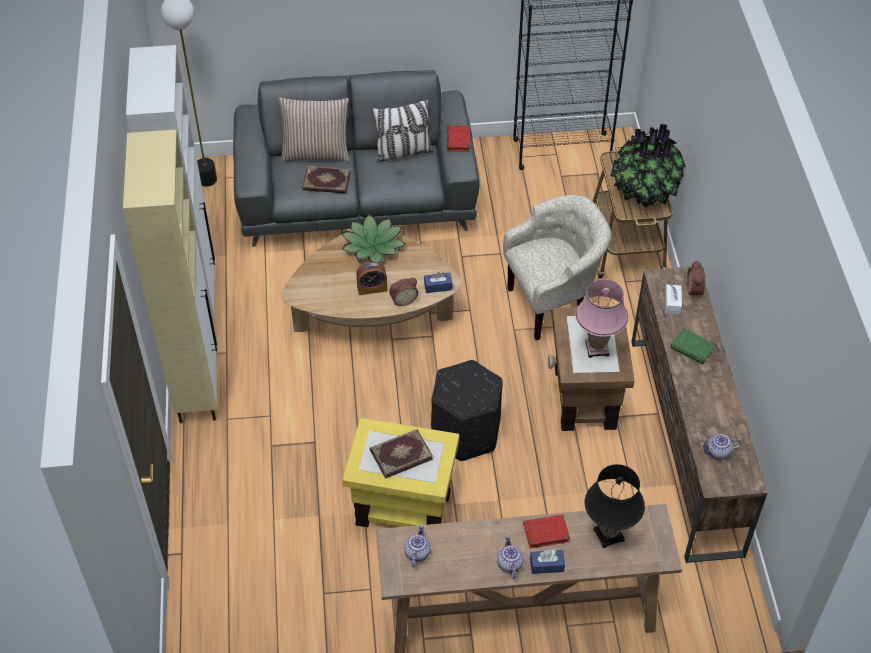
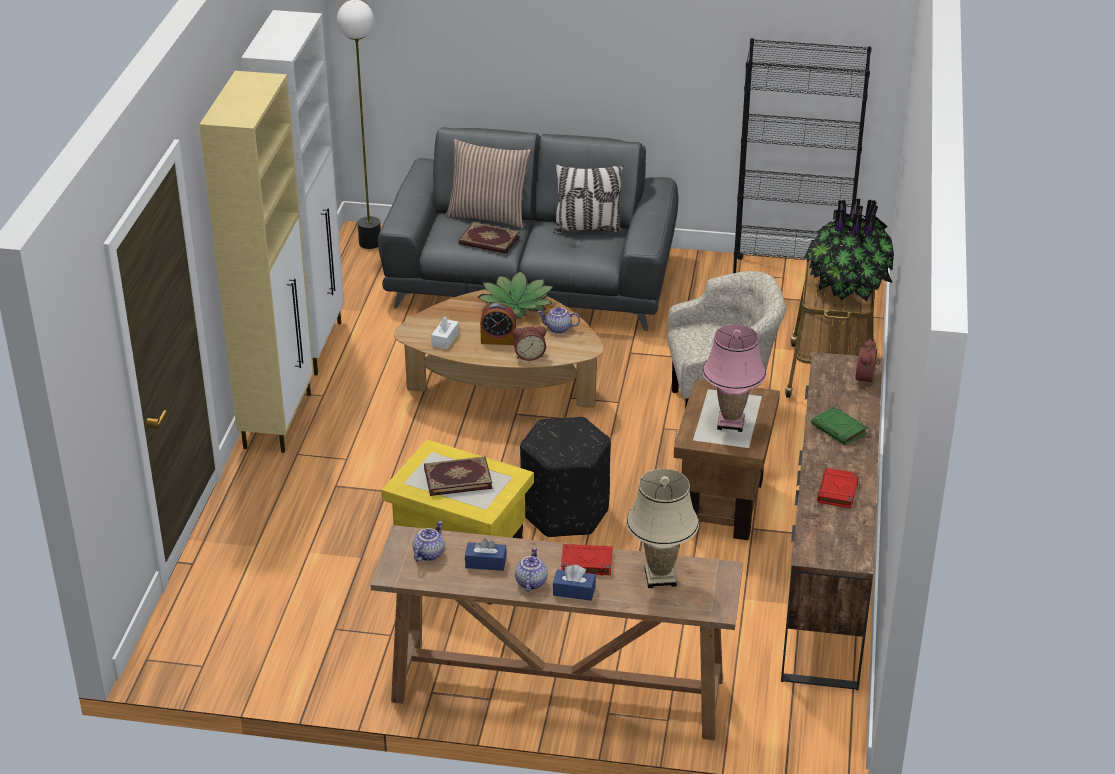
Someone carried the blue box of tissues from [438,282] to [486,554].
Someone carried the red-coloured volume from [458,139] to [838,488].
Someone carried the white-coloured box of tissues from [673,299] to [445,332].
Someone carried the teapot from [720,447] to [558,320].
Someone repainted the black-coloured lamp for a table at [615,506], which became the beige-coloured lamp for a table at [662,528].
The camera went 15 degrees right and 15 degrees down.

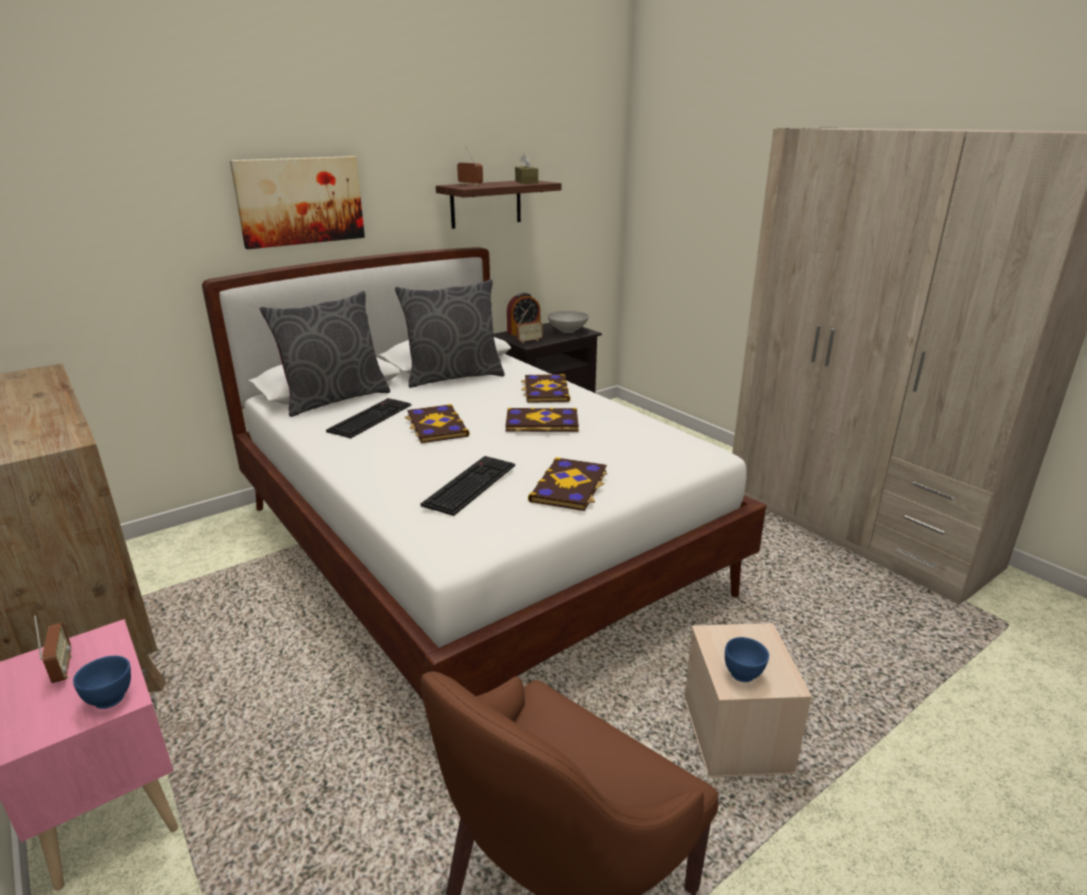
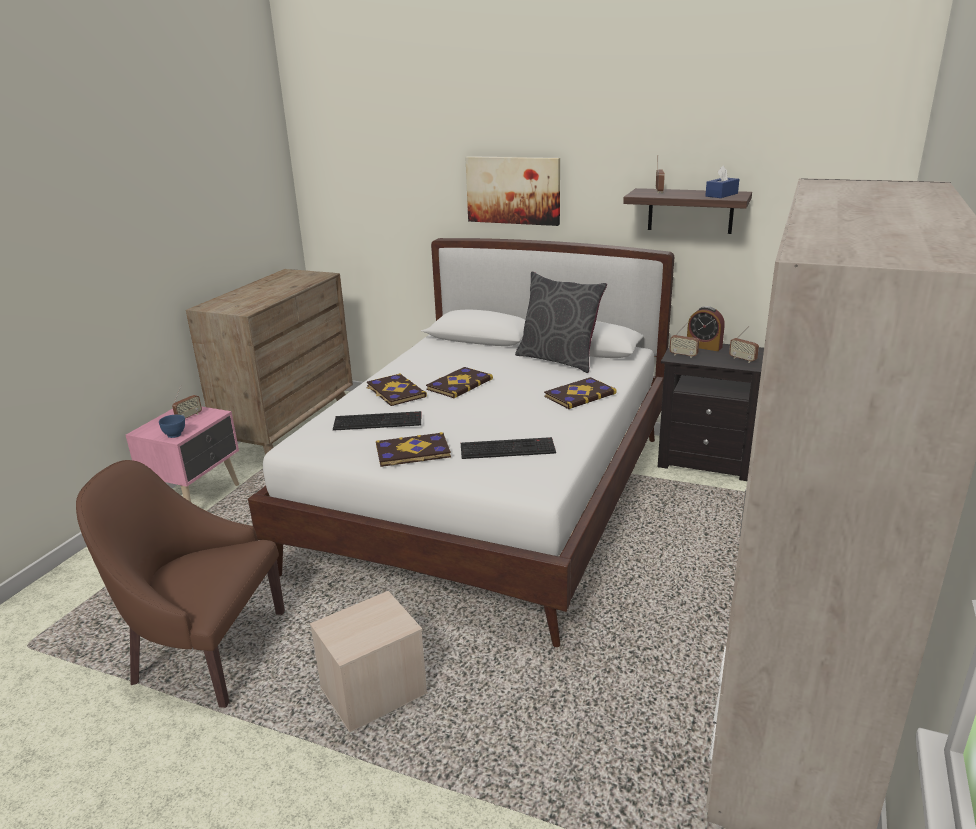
Someone took away the gray throw pillow at [325,354].
Someone took away the blue deep dish at [747,659].
Someone carried the computer keyboard from [368,418] to [508,448].
Someone carried the volume from [542,420] to [397,389].
Someone swapped the gray deep dish at [568,322] for the radio at [744,344].
Someone repainted the brown box of tissues at [526,168], which became the blue box of tissues at [722,181].
The camera went 60 degrees right and 0 degrees up.

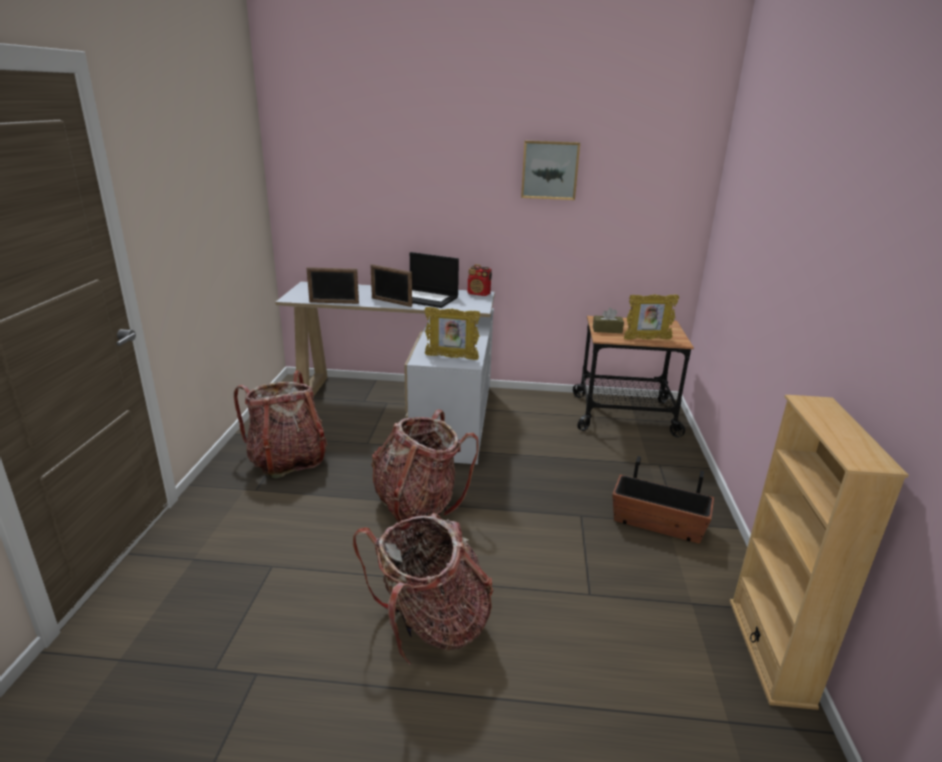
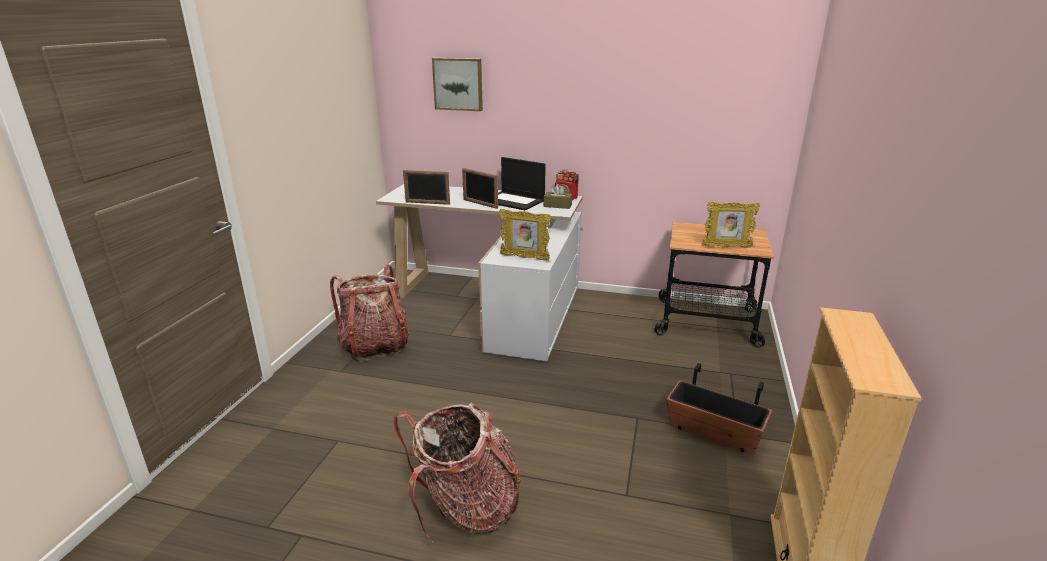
Someone took away the knapsack at [425,466].
Someone carried the wall art from [550,170] to [457,84].
Someone carried the brown box of tissues from [608,320] to [558,196].
The camera went 10 degrees right and 0 degrees up.

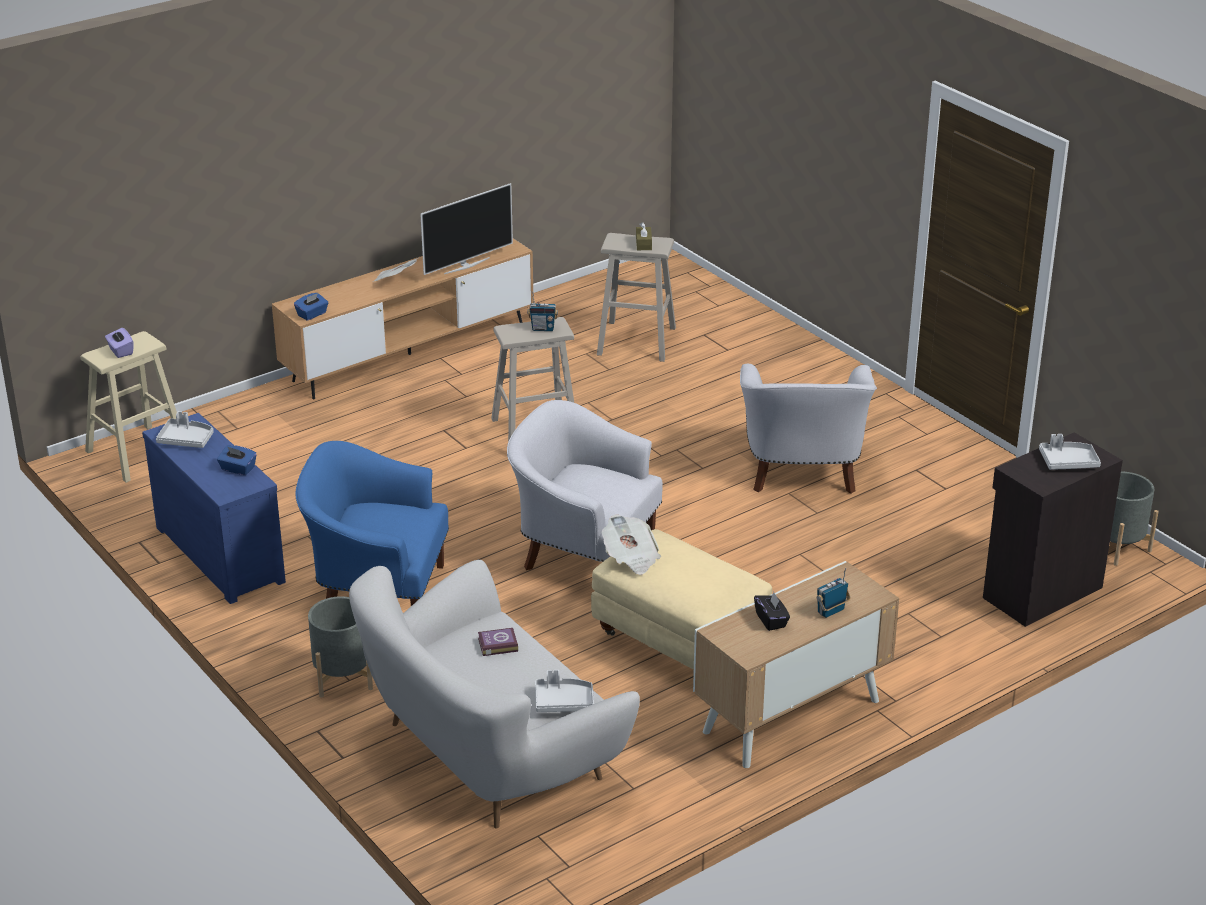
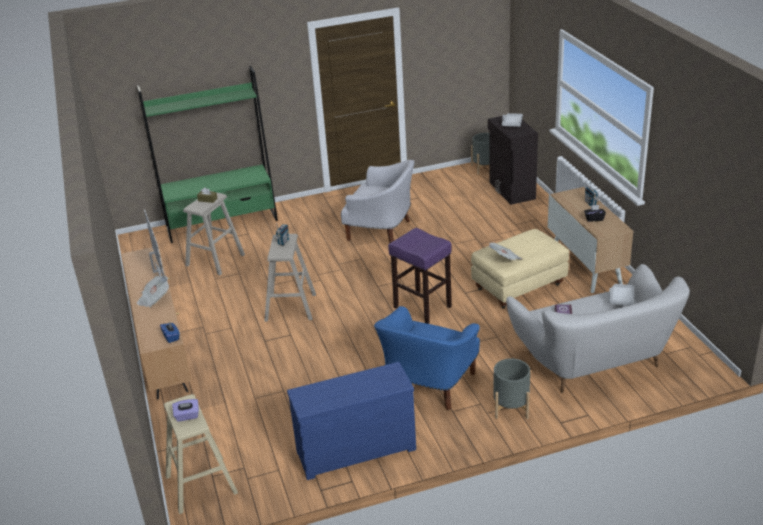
Someone took away the gray tray at [185,429].
Someone took away the blue box of tissues at [237,460].
Someone put down the green bookcase at [207,154].
Someone swapped the white-coloured lounge chair at [585,485] for the purple sitting stool at [420,276].
The camera went 70 degrees left and 0 degrees up.

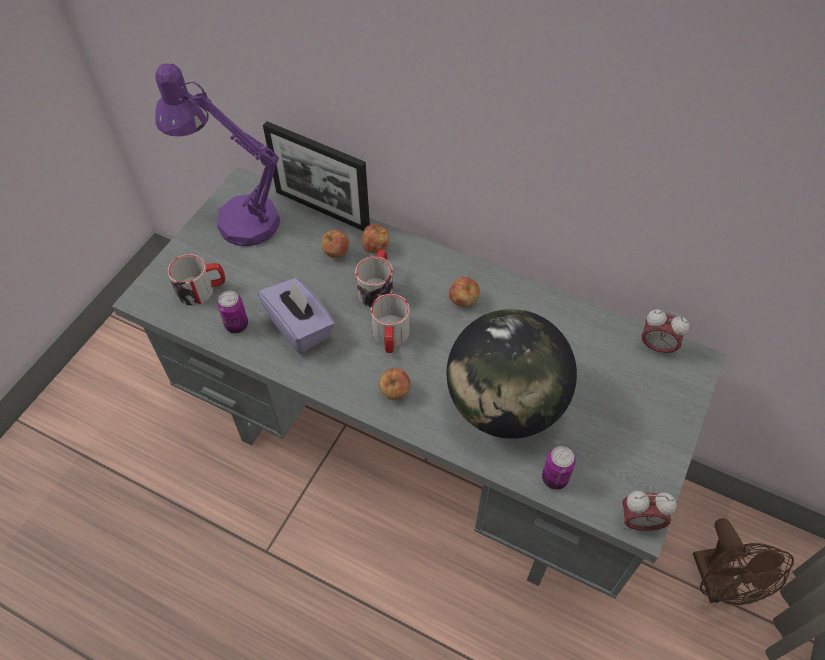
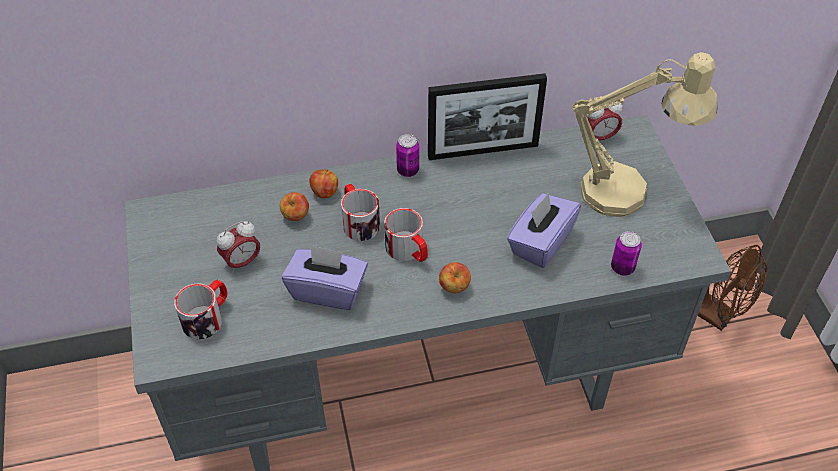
Someone took away the purple lamp for a table at [217,155].
Someone took away the apple at [464,292].
Someone put down the beige-coloured lamp for a table at [645,134].
Someone carried the sealed can from [232,312] to [407,155].
Someone carried the picture frame from [316,176] to [487,116].
Someone carried the table clock from [649,511] to [238,247].
Someone swapped the world globe at [512,374] for the purple box of tissues at [544,230].
The camera went 40 degrees left and 5 degrees down.

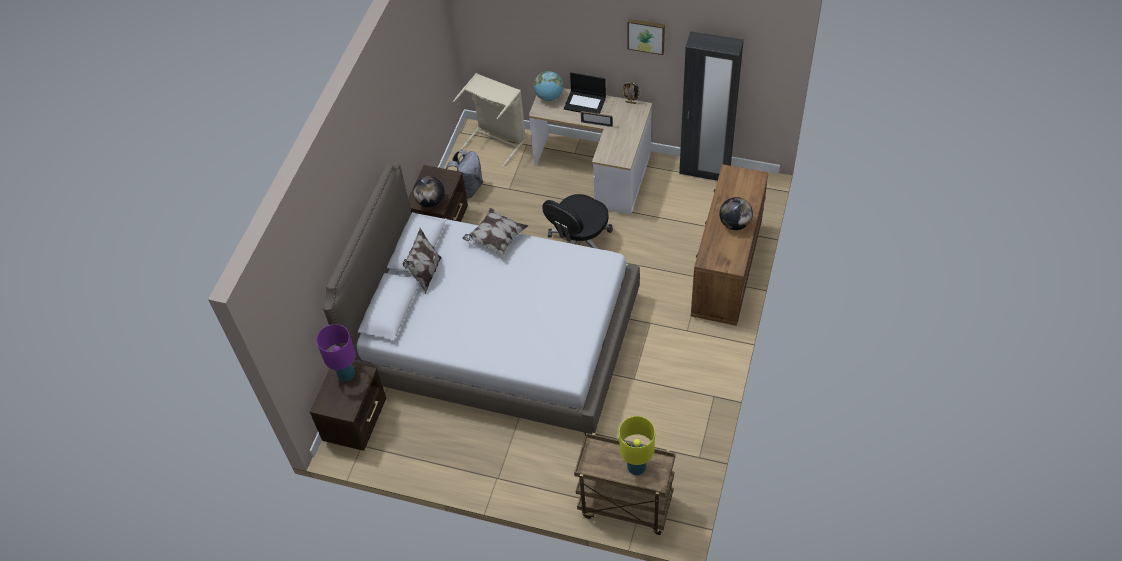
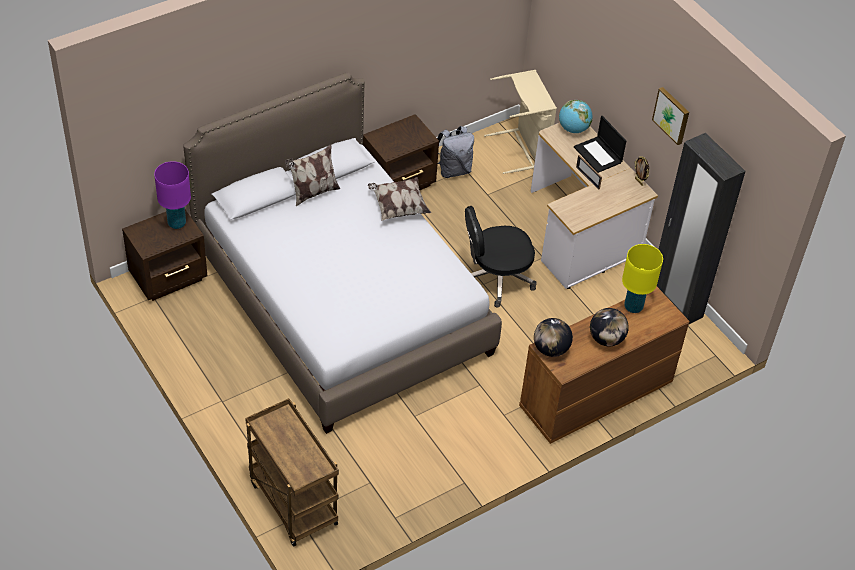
Someone carried the world globe from [429,192] to [553,337].
Someone carried the yellow-coloured lamp for a table from [637,445] to [642,278].
The camera went 35 degrees right and 5 degrees down.

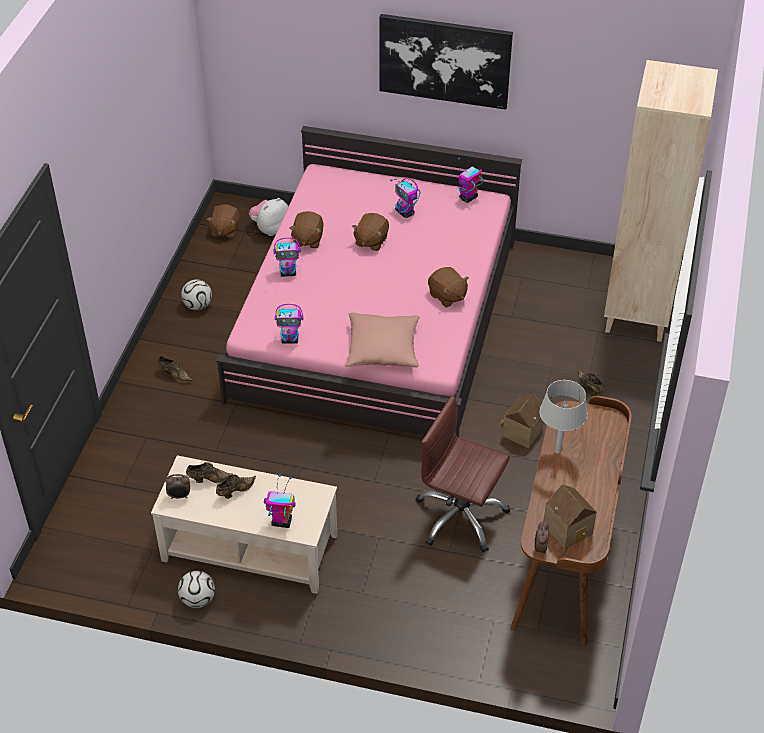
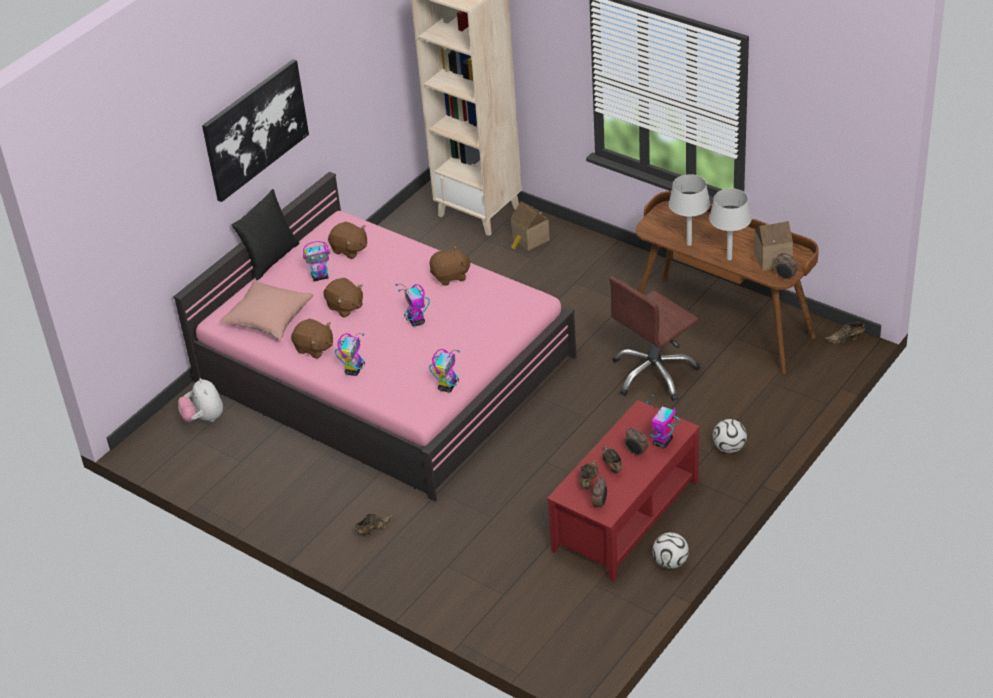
Someone put down the black-coloured throw pillow at [266,234].
Someone put down the table clock at [636,442].
Someone put down the gray lamp for a table at [730,224].
Someone carried the ball for football from [196,294] to [730,436].
Someone carried the brown cuddly toy from [223,221] to [347,240].
Someone carried the pinkish throw pillow from [382,340] to [266,310].
Someone carried the toy robot from [471,178] to [412,305].
Someone carried the miniature house from [522,420] to [530,226].
Someone carried the brown low shoe from [590,382] to [845,332].
Someone repainted the beige-coloured lounge table at [244,524], which became the red-coloured lounge table at [623,490].
The camera went 65 degrees left and 5 degrees down.

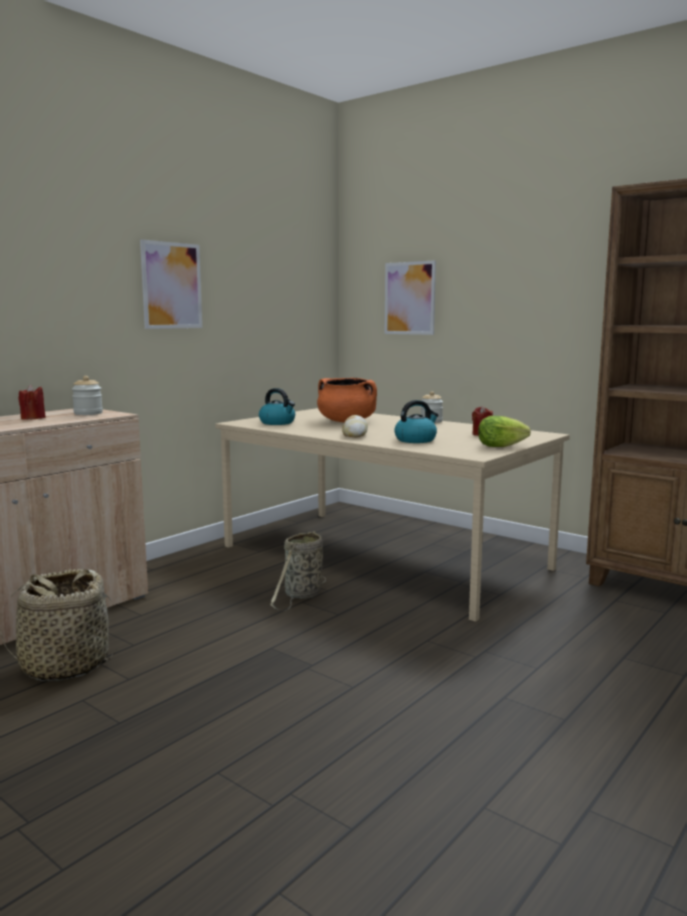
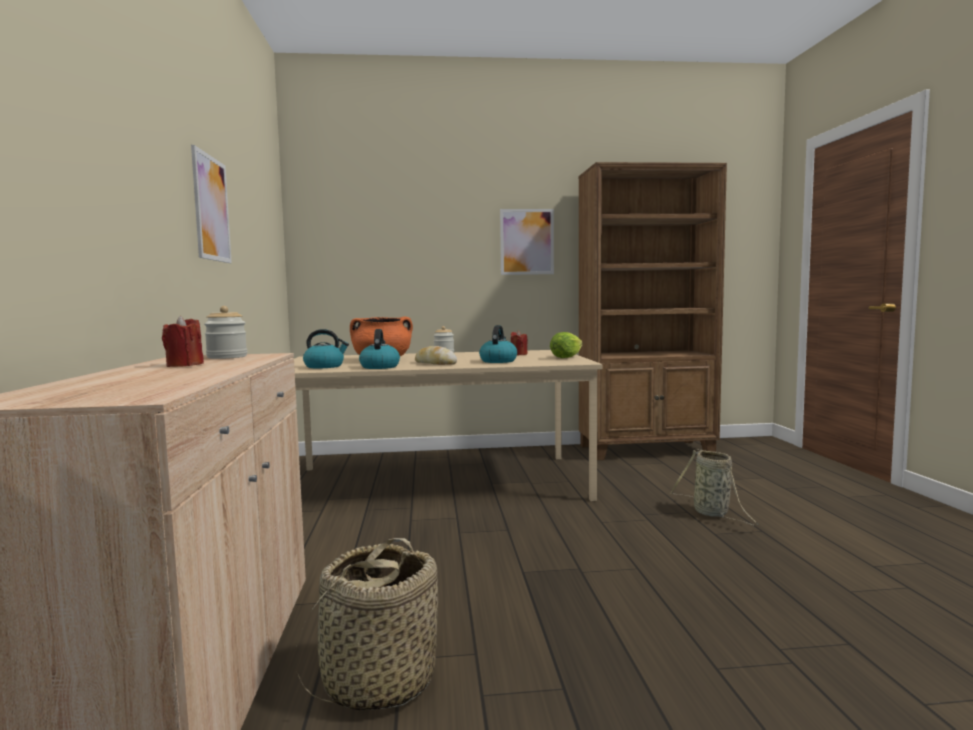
Someone put down the tea kettle at [379,349].
Someone carried the basket from [298,571] to [714,487].
Someone carried the wall art from [410,297] to [527,242].
The camera went 45 degrees left and 5 degrees down.

